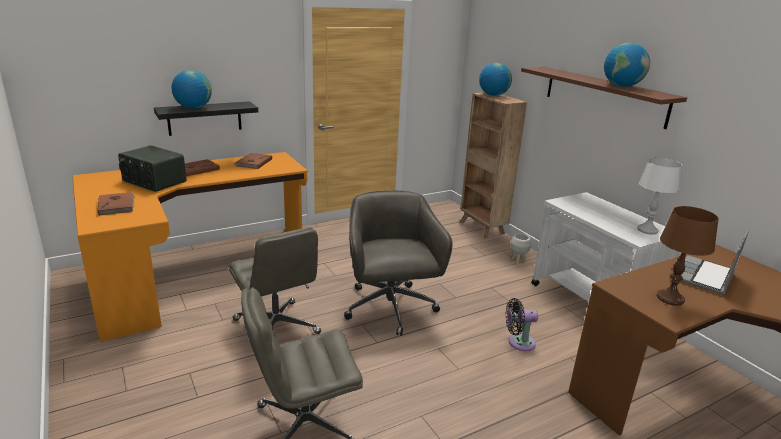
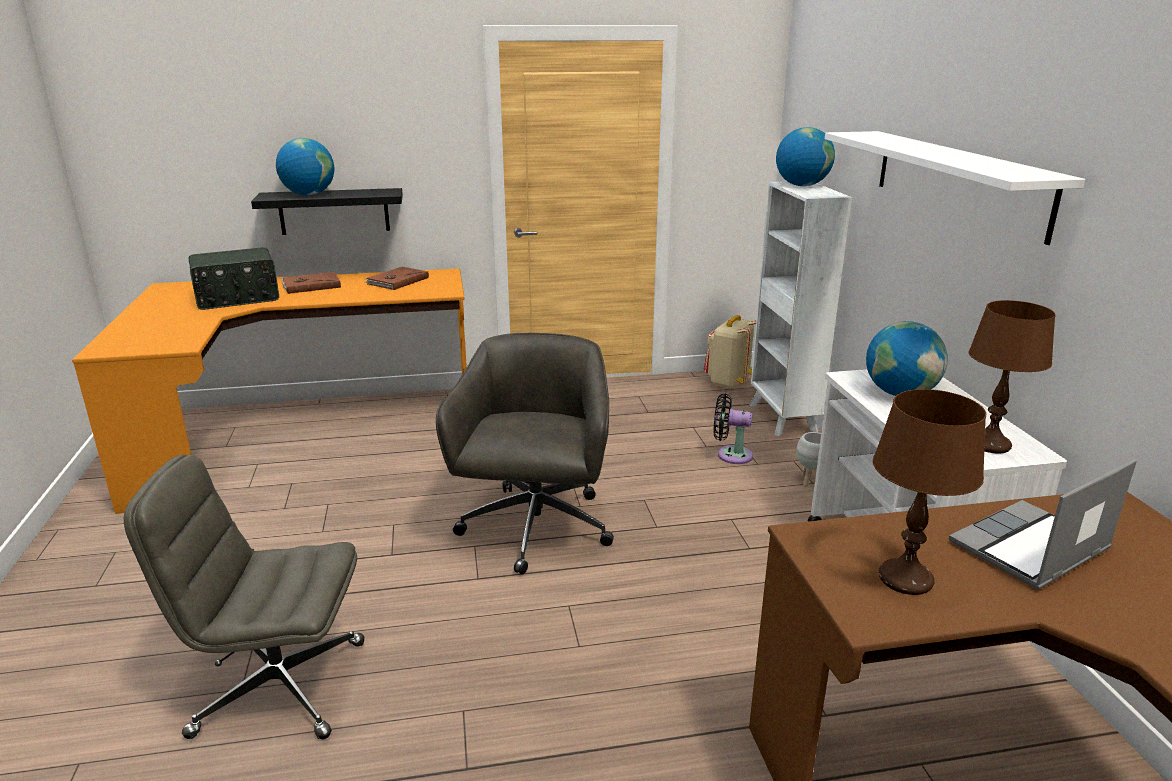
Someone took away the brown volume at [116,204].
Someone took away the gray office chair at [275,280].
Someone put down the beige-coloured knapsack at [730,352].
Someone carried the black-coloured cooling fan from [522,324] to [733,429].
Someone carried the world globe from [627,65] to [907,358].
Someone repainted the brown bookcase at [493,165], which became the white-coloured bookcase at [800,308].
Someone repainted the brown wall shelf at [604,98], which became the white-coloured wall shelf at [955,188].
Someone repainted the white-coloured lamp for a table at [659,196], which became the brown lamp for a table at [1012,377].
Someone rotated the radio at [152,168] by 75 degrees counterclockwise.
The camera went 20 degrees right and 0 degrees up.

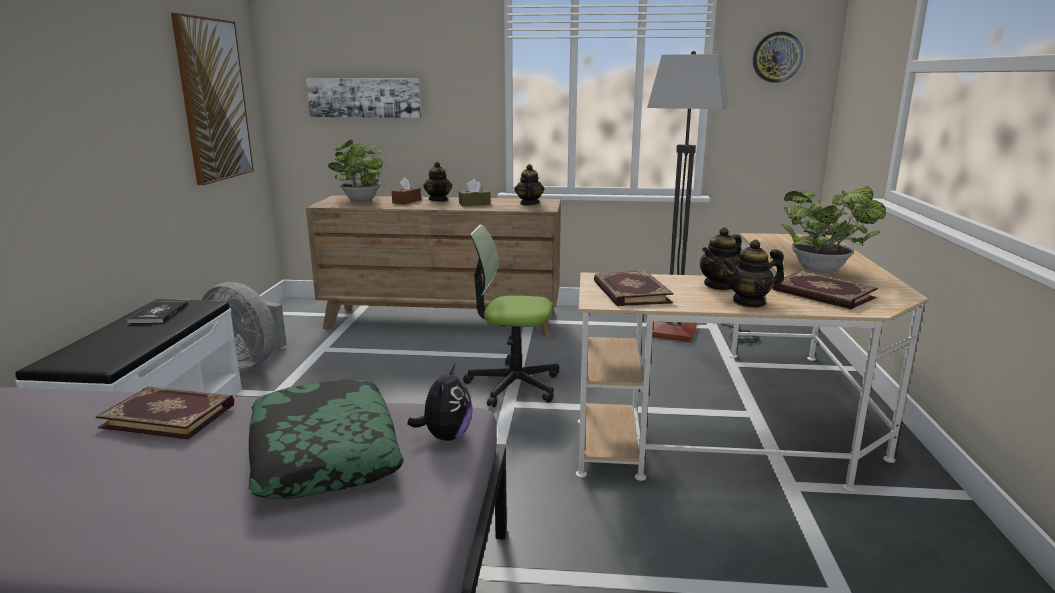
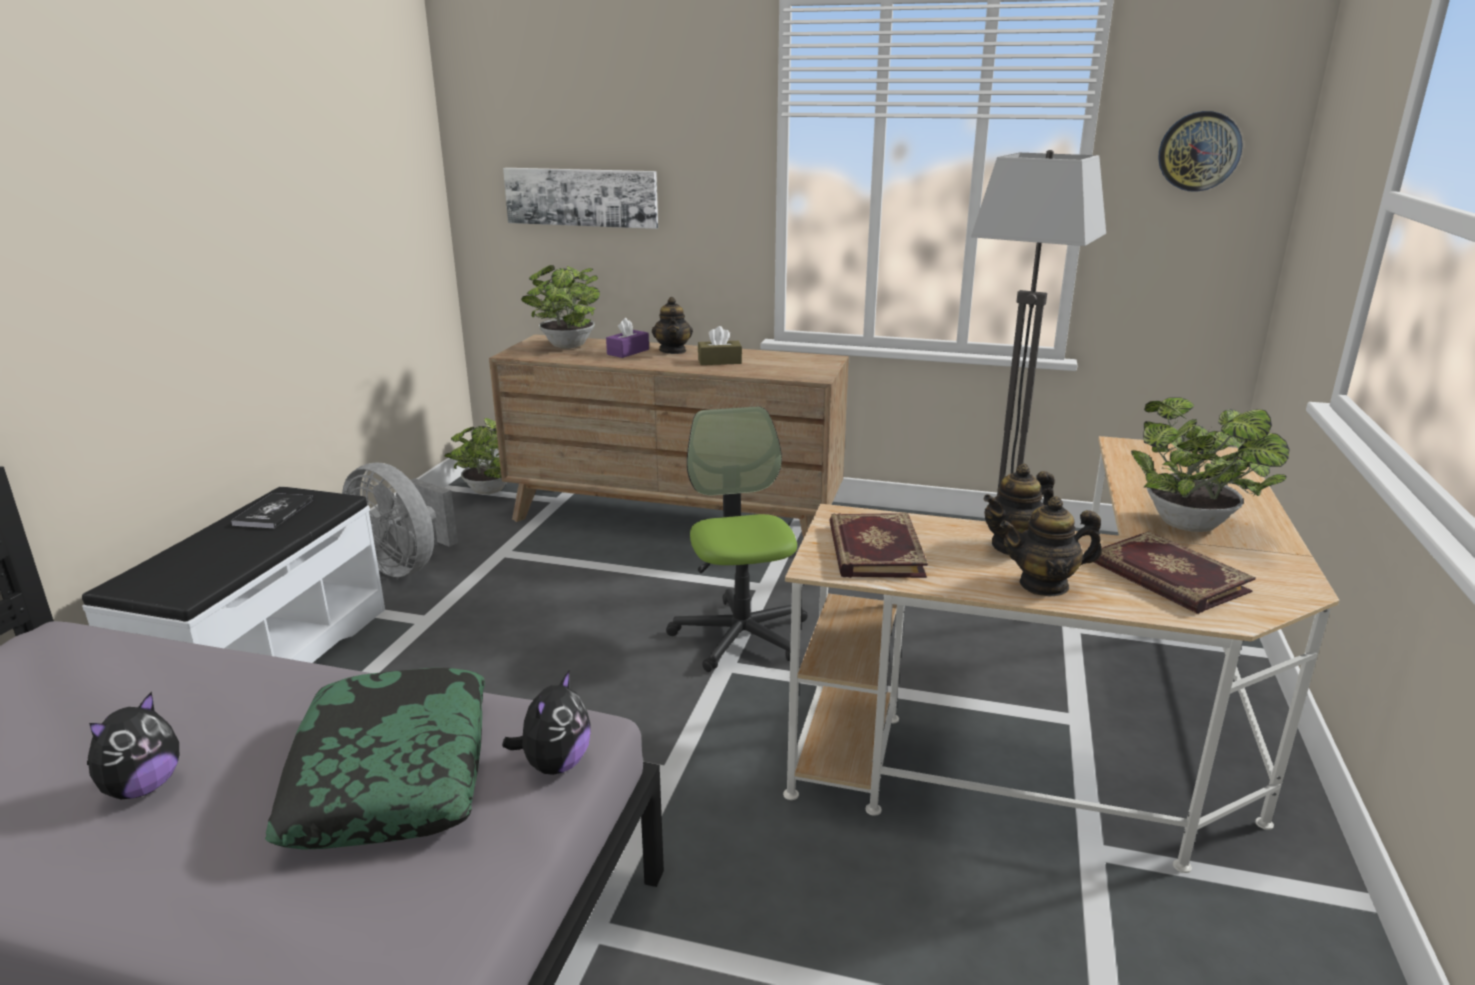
Someone took away the volume at [165,412].
Someone took away the wall art at [212,99].
Someone took away the teapot at [530,184].
Someone put down the cuddly toy at [133,745].
Someone put down the plant in a pot at [475,456].
Someone repainted the brown box of tissues at [406,191], which became the purple box of tissues at [627,338].
Someone rotated the office chair at [511,316] by 60 degrees clockwise.
The camera went 10 degrees right and 5 degrees up.

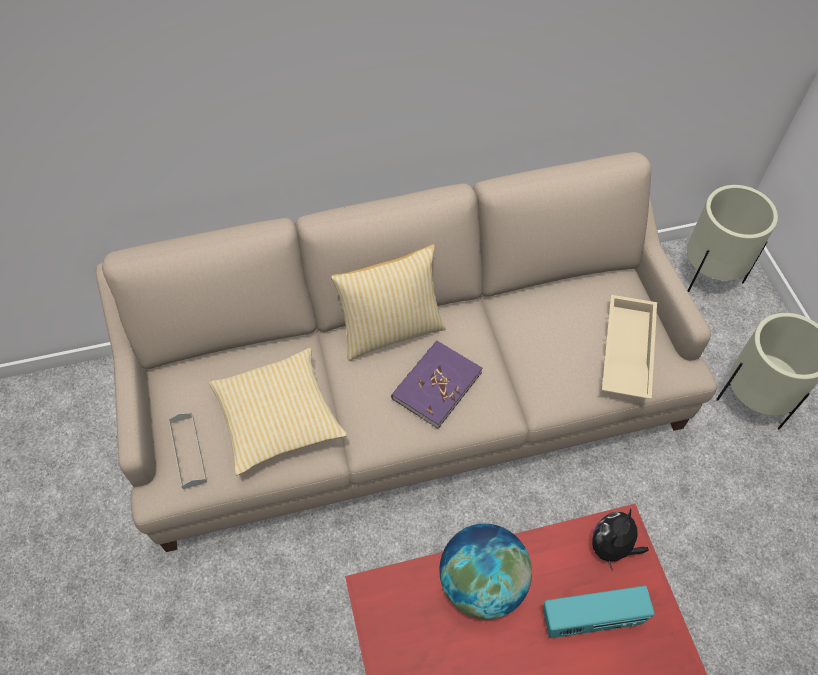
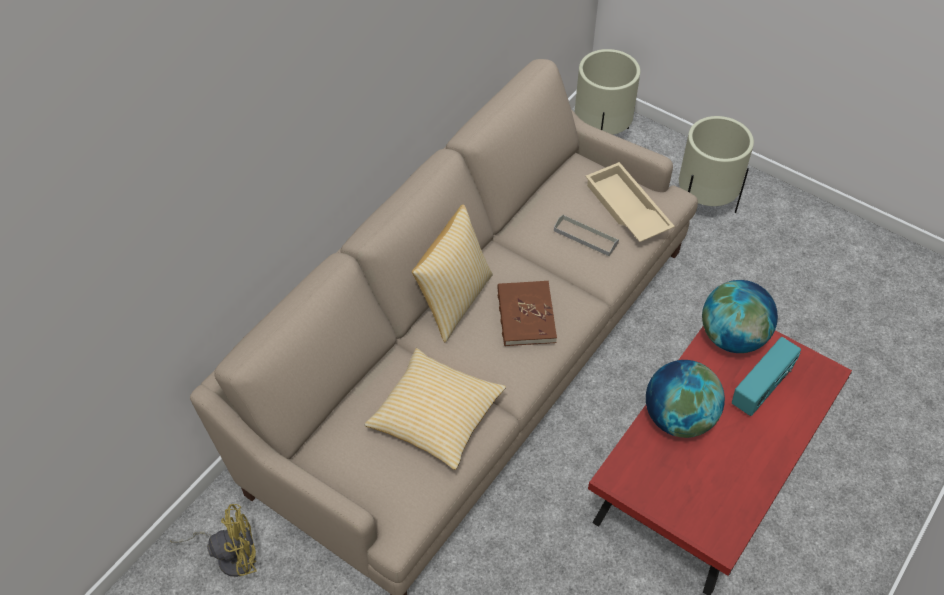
Someone put down the yellow-coloured cooling fan at [213,540].
Someone carried the gray tray from [187,451] to [586,235].
Someone swapped the cuddly toy at [620,540] for the world globe at [740,316].
Someone repainted the purple volume at [436,384], which became the brown volume at [527,313].
The camera went 40 degrees left and 5 degrees down.

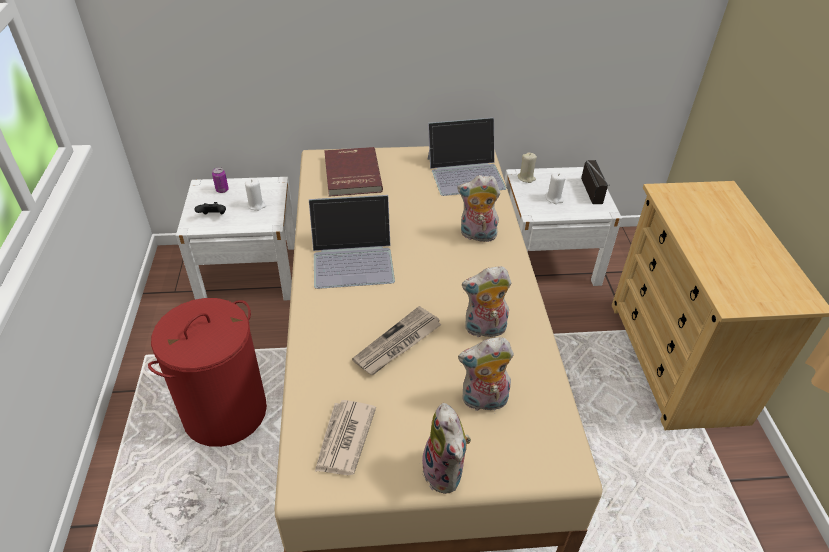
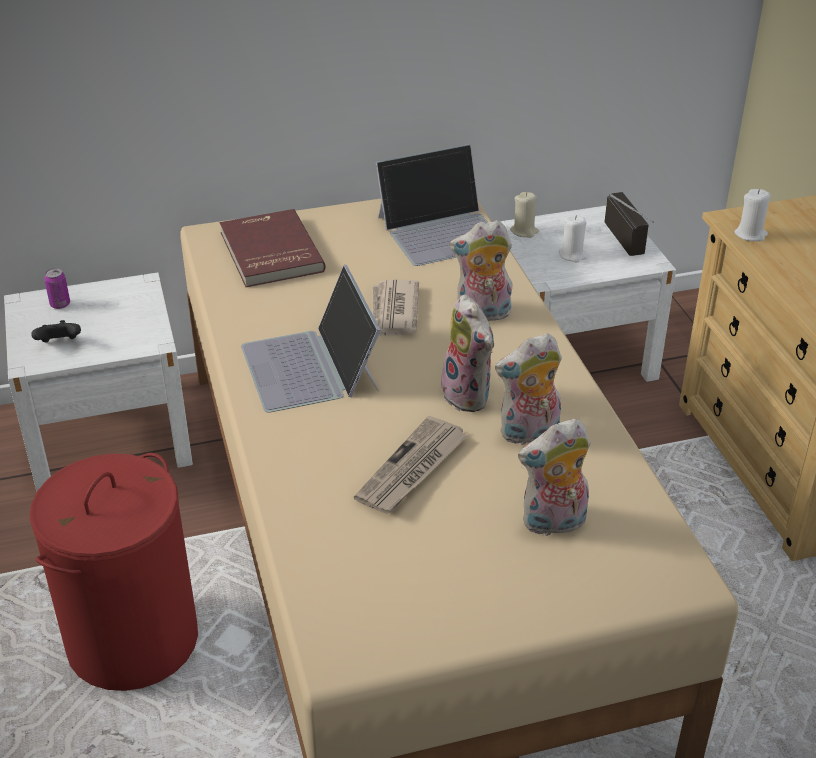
Someone carried the white-coloured candle from [255,195] to [752,215].
Someone carried the printed paper from [345,437] to [395,308].
Someone carried the cuddly toy from [446,448] to [467,353].
Someone rotated the laptop at [352,242] by 90 degrees clockwise.
The camera went 10 degrees left and 5 degrees down.

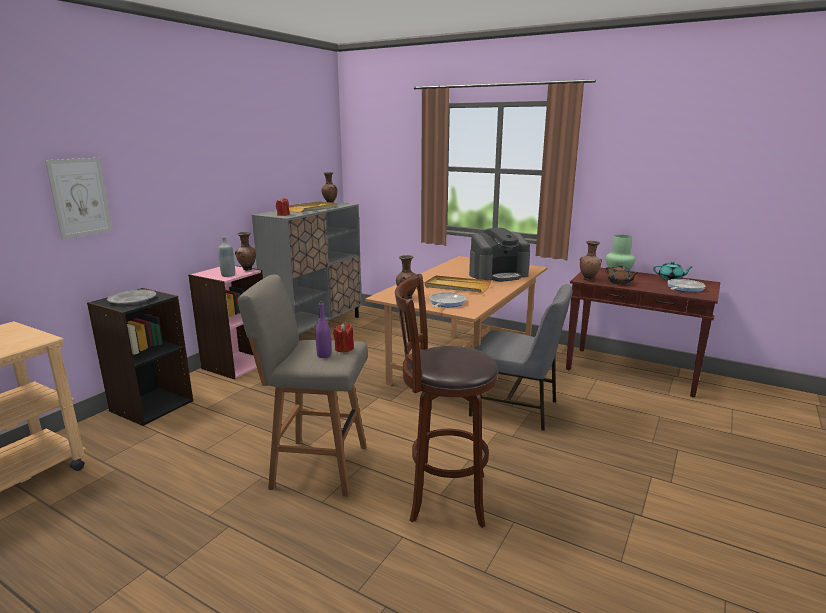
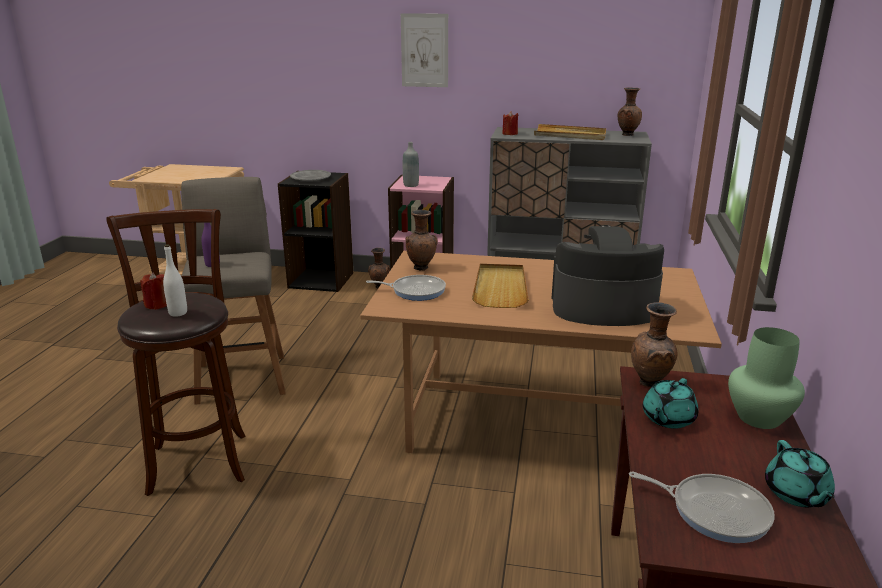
Someone took away the gray upright chair at [521,357].
Someone put down the white-coloured drink bottle at [175,280].
Someone carried the wall art from [79,198] to [424,50].
Someone carried the brown vase from [245,251] to [379,268].
Someone carried the red-coloured candle from [343,338] to [153,291].
Someone repainted the brown teapot at [621,274], which became the turquoise teapot at [670,403].
Someone rotated the coffee maker at [499,255] by 135 degrees clockwise.
The camera went 70 degrees right and 5 degrees up.

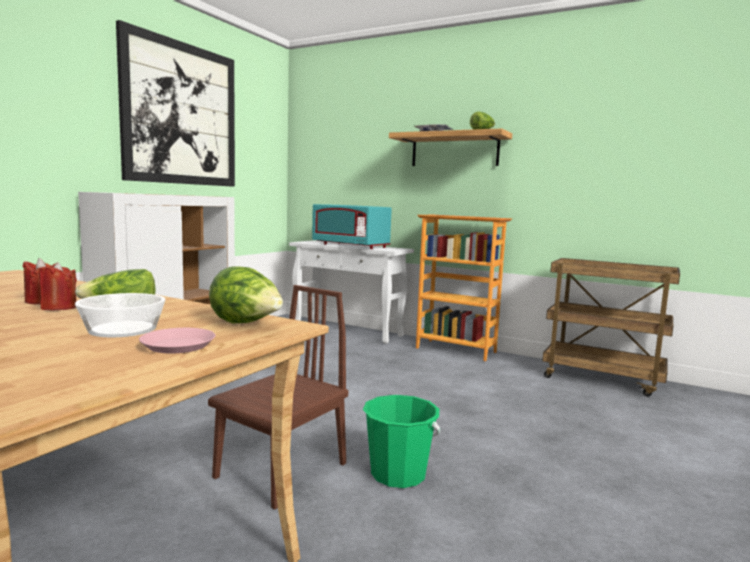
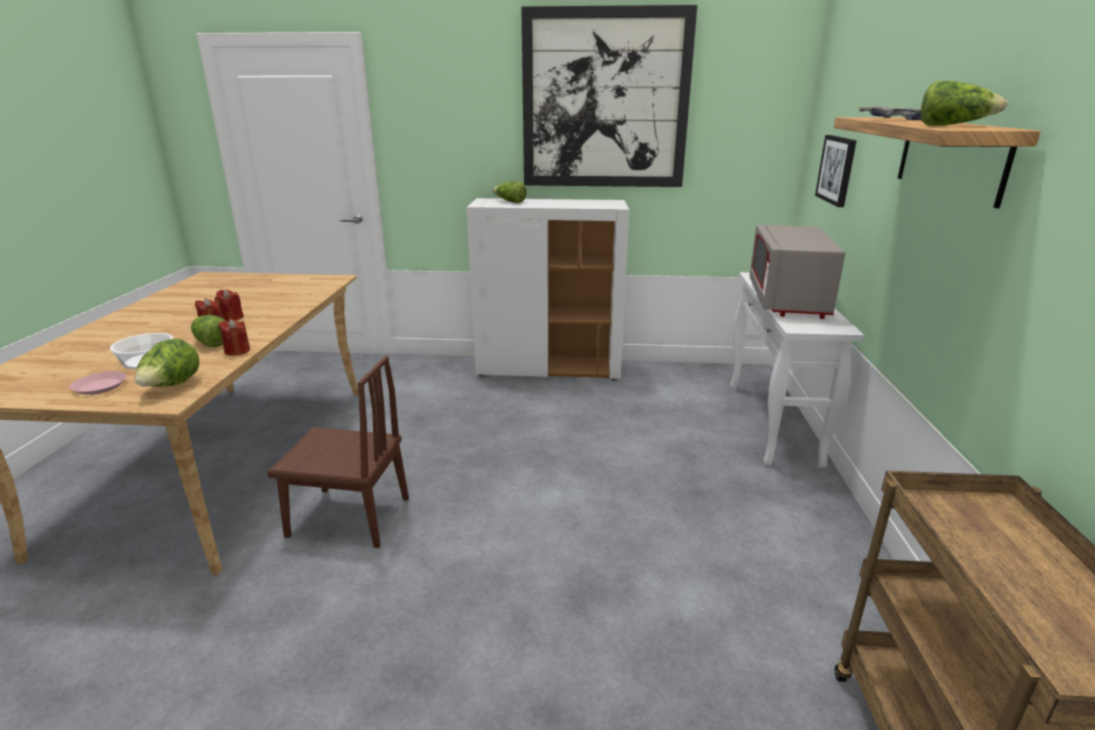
Someone took away the green bucket at [401,441].
Someone took away the bookcase at [464,288].
Someone put down the red-coloured candle at [234,337].
Someone put down the head of lettuce at [510,192].
Someone put up the wall art at [836,171].
Someone repainted the turquoise kitchen microwave at [352,226], which became the gray kitchen microwave at [797,272].
The camera went 65 degrees right and 15 degrees up.

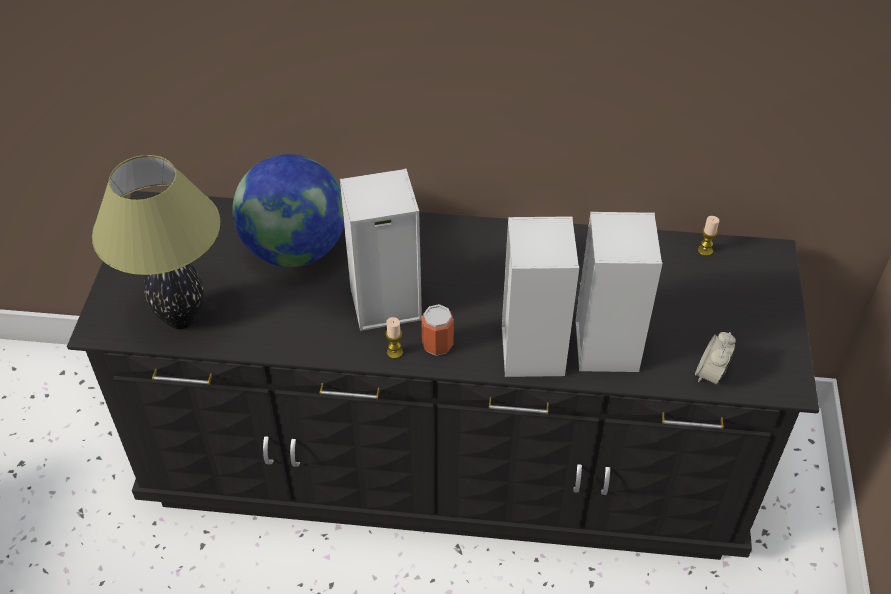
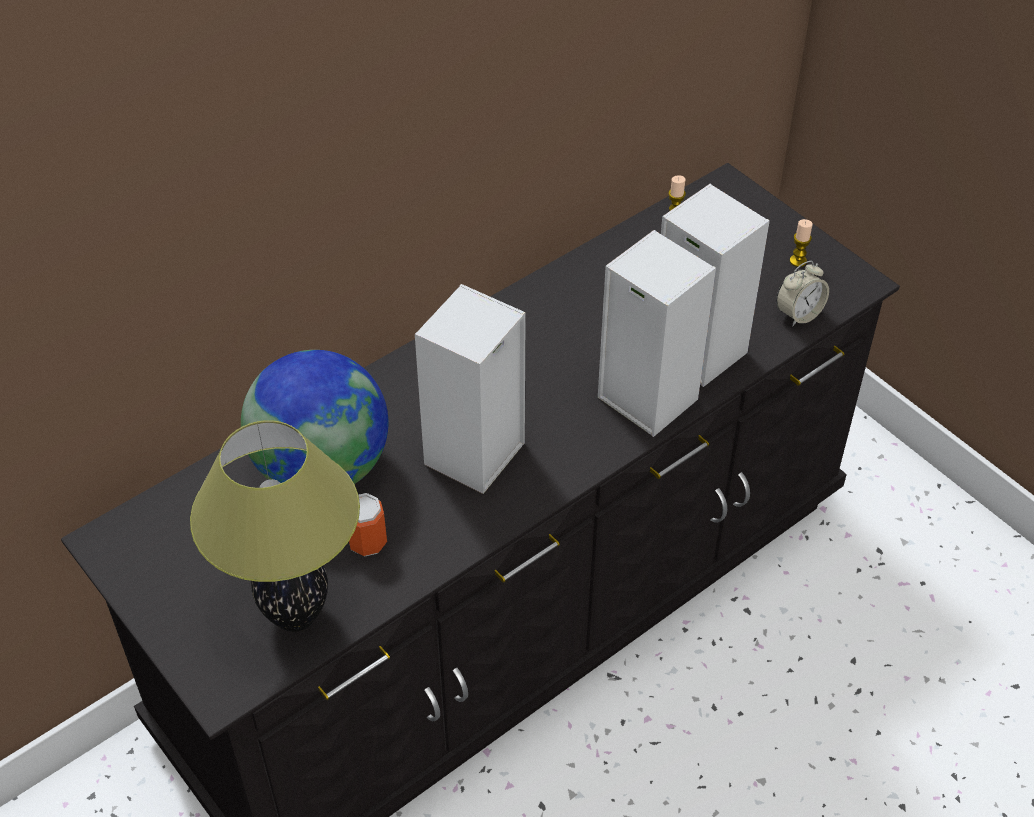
Someone carried the candle from [394,338] to [801,243].
Someone carried the sealed can from [437,330] to [368,525].
Someone rotated the table clock at [715,358] by 105 degrees counterclockwise.
The camera went 45 degrees left and 0 degrees up.

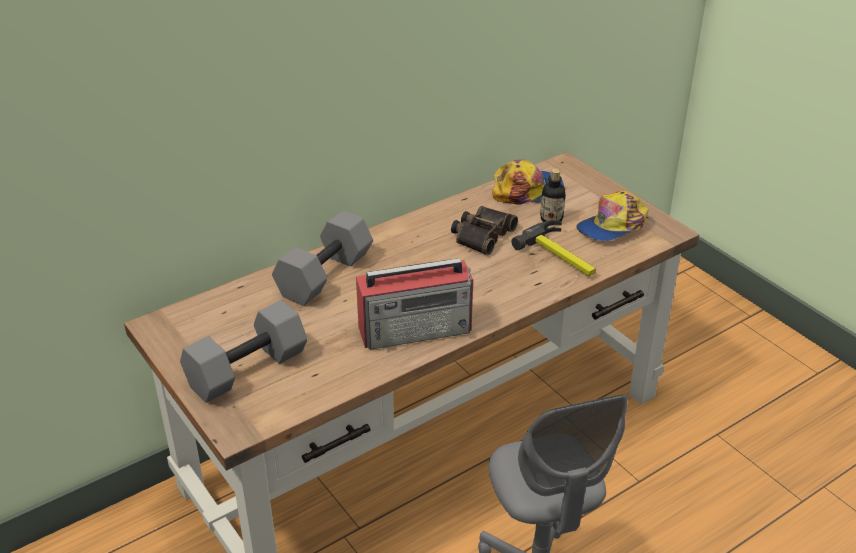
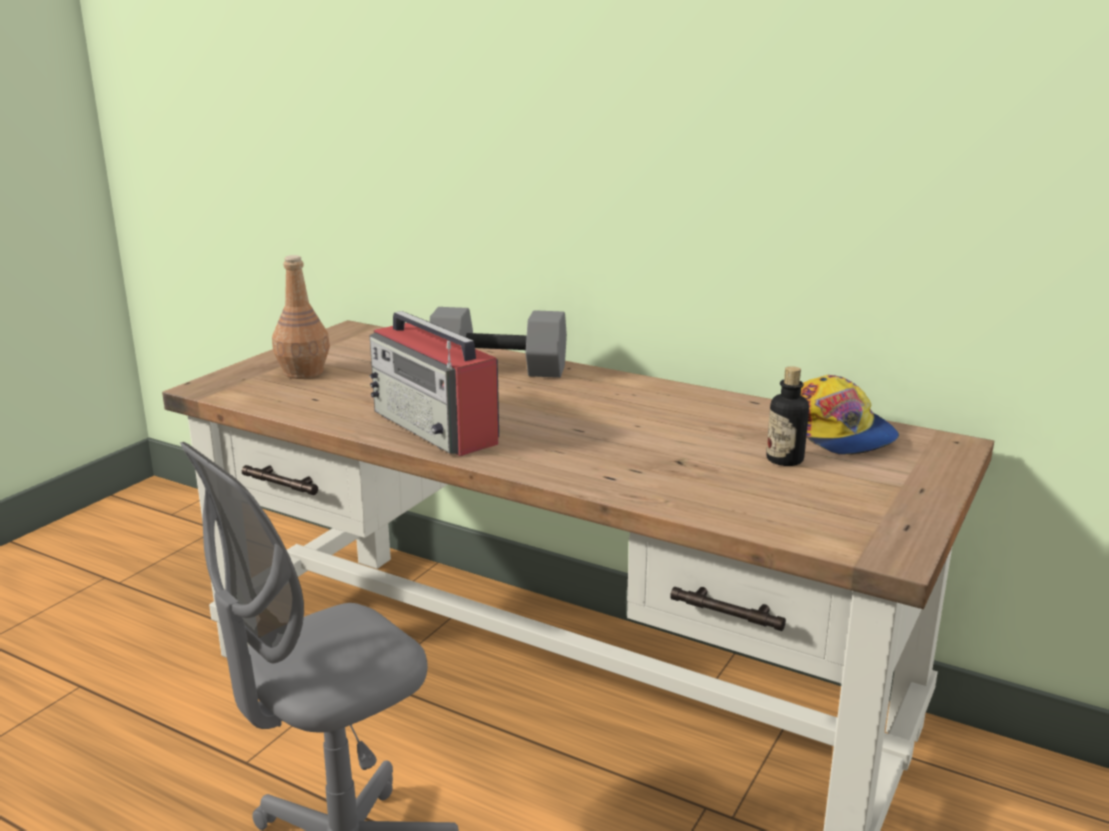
Someone took away the binoculars at [484,230].
Someone took away the hammer at [553,248].
Someone took away the baseball cap at [612,215].
Someone swapped the gray free weight at [243,351] for the brown drink bottle at [301,317].
The camera went 65 degrees right and 15 degrees down.

